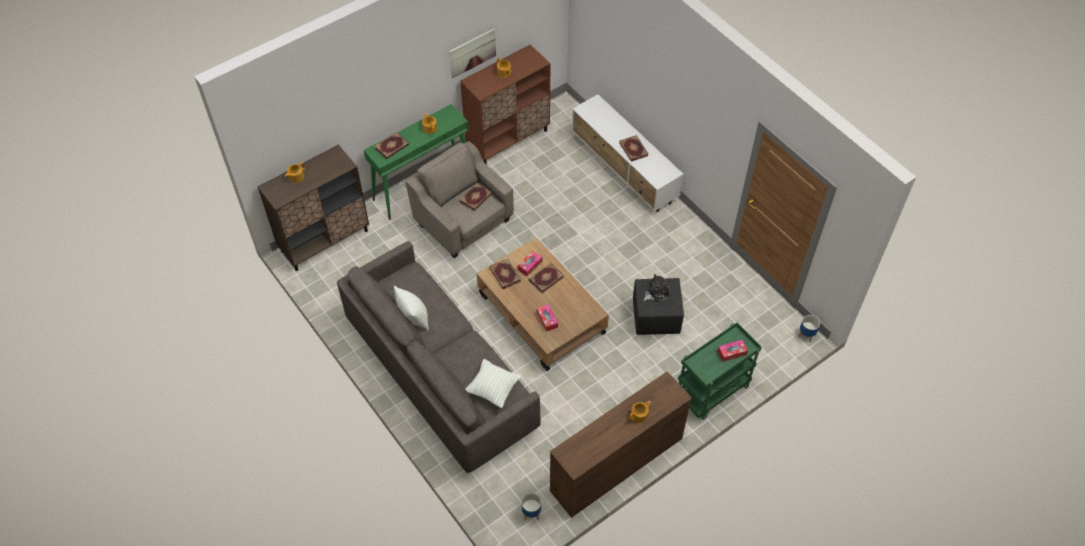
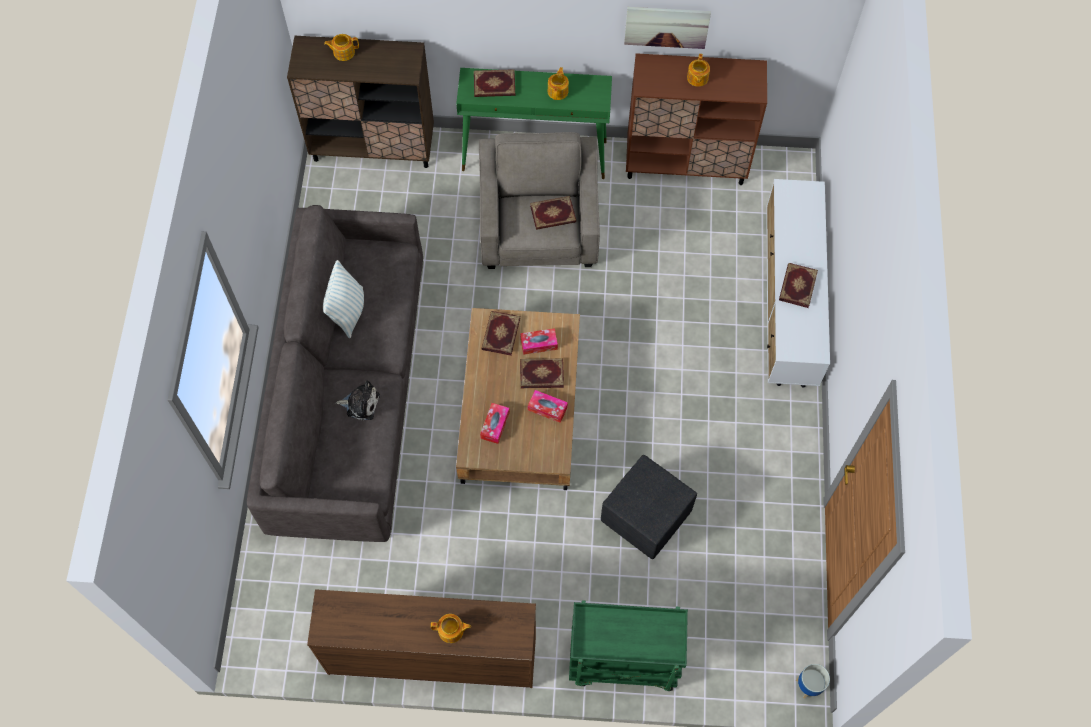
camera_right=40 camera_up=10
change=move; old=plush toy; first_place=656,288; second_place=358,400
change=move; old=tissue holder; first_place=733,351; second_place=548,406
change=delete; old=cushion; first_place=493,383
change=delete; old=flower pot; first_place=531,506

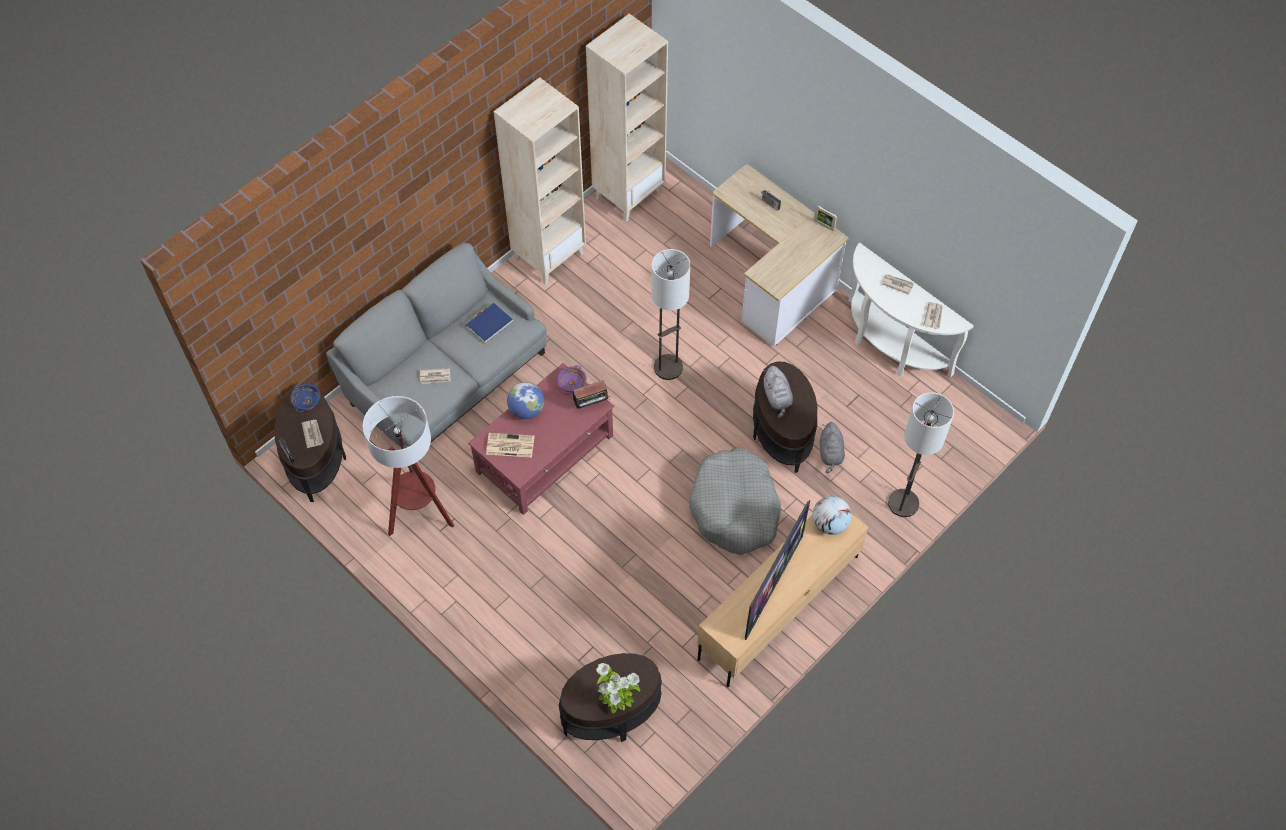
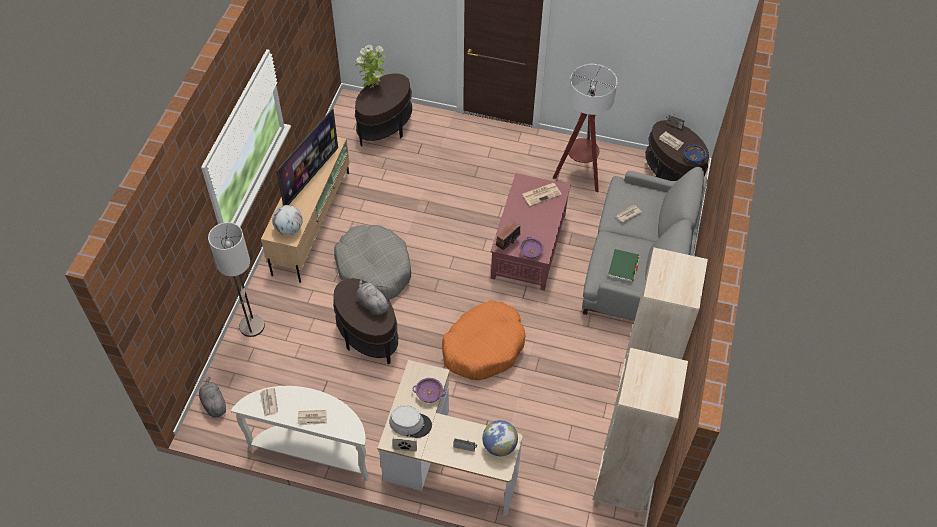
camera_right=150 camera_up=-5
change=move; old=gray plush toy; first_place=832,447; second_place=212,397
change=rotate; old=TV; first_place=777,570; second_place=307,156; degrees=-150
change=insert; new=gray wearable hat; second_place=410,421
change=insert; new=purple-coloured bowl; second_place=429,390
change=replace; old=floor lamp; new=orange-coloured dog bed; first_place=671,314; second_place=484,340
change=move; old=globe; first_place=525,400; second_place=500,438
change=recolor; old=bluish book; new=green-coloured book; first_place=489,322; second_place=623,265

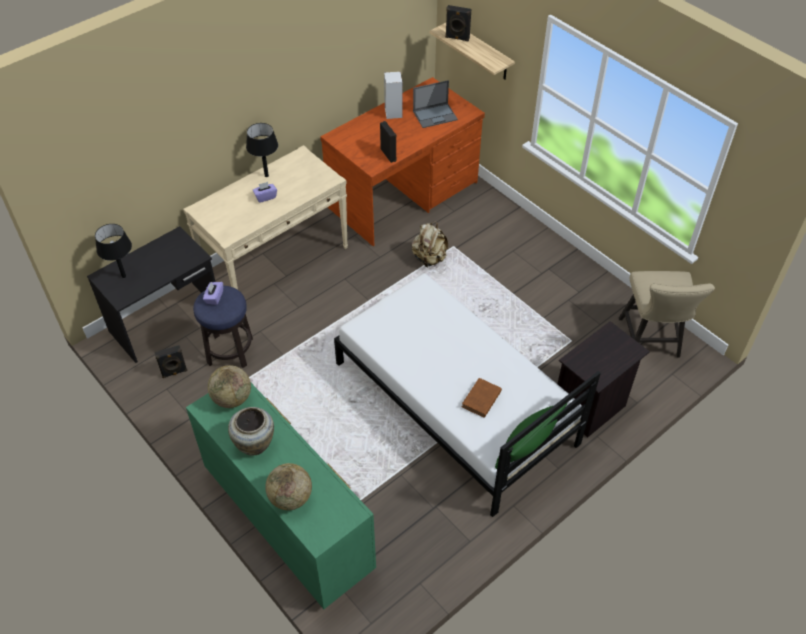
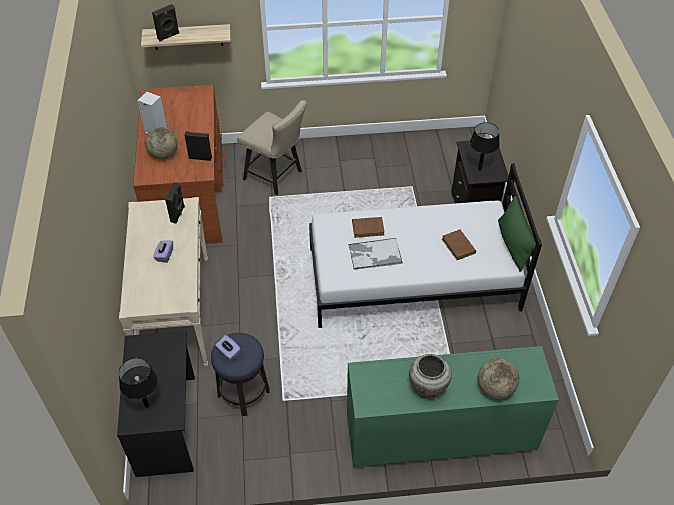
camera_right=-55 camera_up=0
change=move; old=globe; first_place=229,386; second_place=161,143
change=move; old=blackish loudspeaker; first_place=171,361; second_place=175,203
change=move; old=sand-coloured upright chair; first_place=667,314; second_place=272,147
change=insert; new=serving tray; second_place=375,254
change=insert; new=brown book; second_place=368,227
change=move; old=blackish lamp for a table; first_place=262,150; second_place=485,146
change=delete; old=sand-coloured backpack; first_place=429,244
change=delete; old=portable computer; first_place=435,104

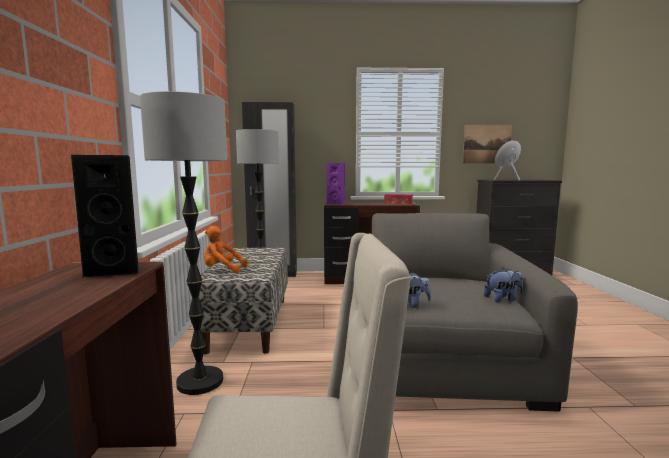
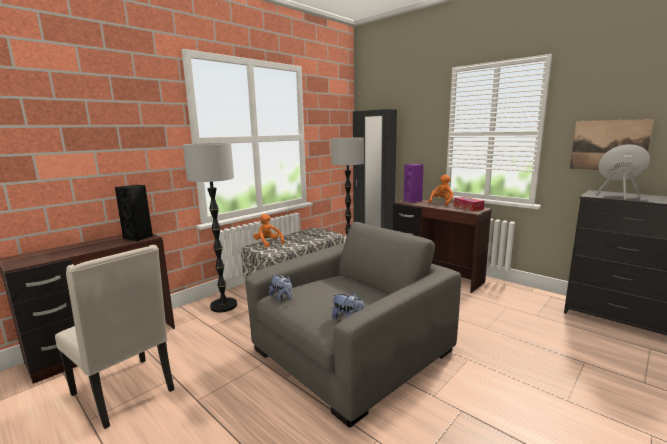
camera_right=45 camera_up=5
change=insert; new=orange-coloured plush toy; second_place=441,190

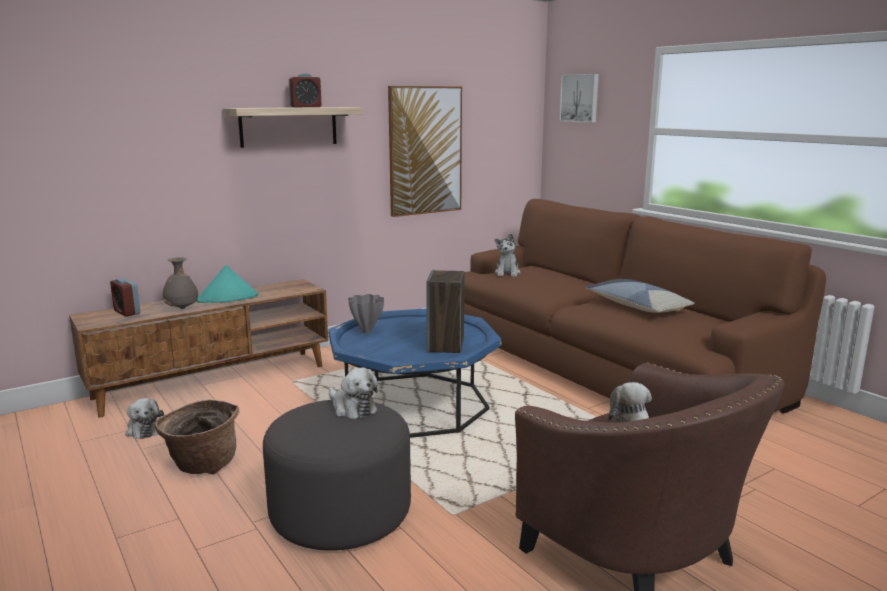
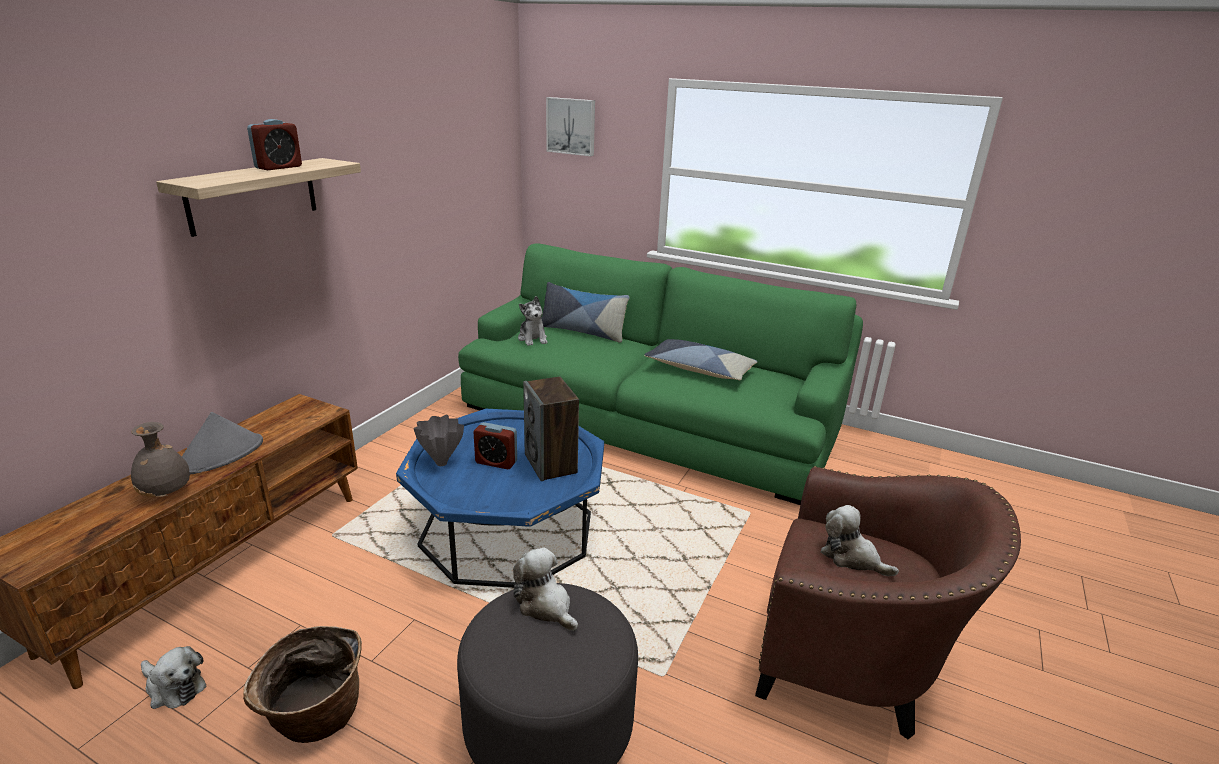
camera_right=-30 camera_up=10
change=recolor; old=turquoise wearable hat; new=gray wearable hat; first_place=227,284; second_place=222,443
change=recolor; old=brown couch; new=green-coloured couch; first_place=645,306; second_place=660,374
change=move; old=alarm clock; first_place=125,297; second_place=495,445
change=rotate; old=plush toy; first_place=353,393; second_place=545,589; degrees=-150
change=insert; new=cushion; second_place=585,312
change=delete; old=wall art; first_place=425,151

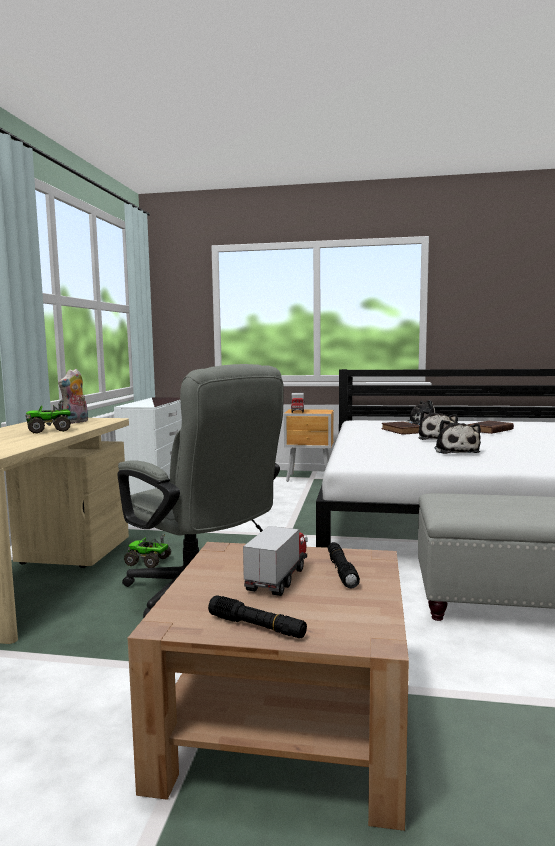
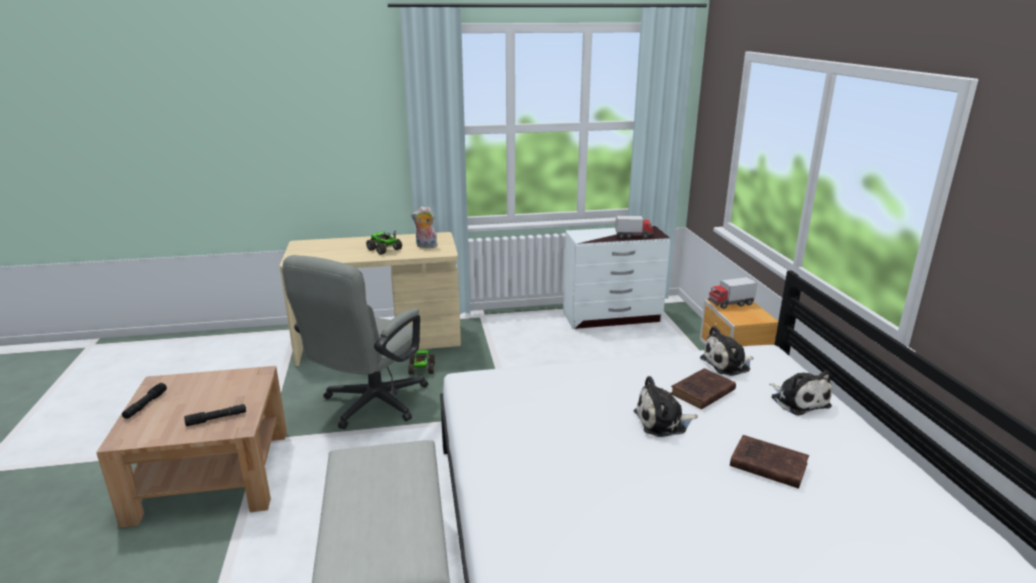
camera_right=70 camera_up=15
change=move; old=model truck; first_place=275,561; second_place=634,227
change=move; old=plush toy; first_place=458,437; second_place=727,351

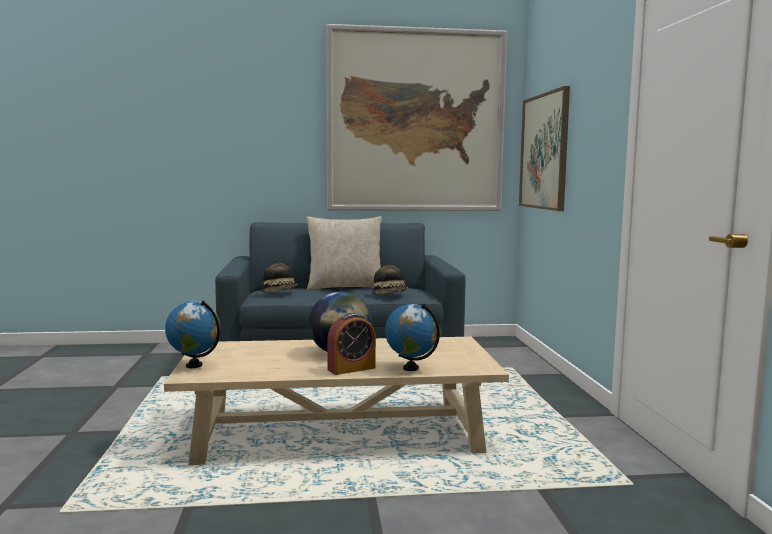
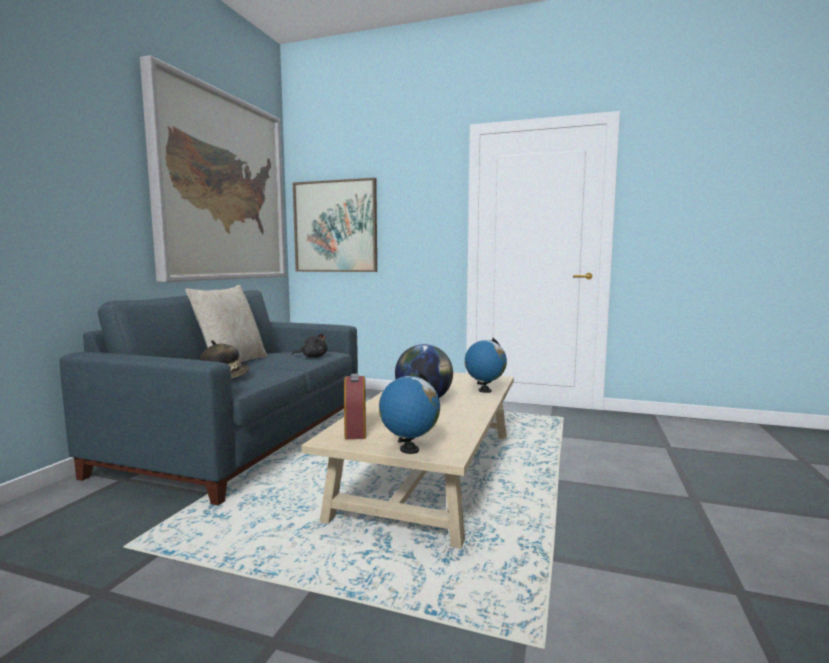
camera_right=-65 camera_up=0
change=replace; old=wearable hat; new=blackish plush toy; first_place=390,277; second_place=310,346
change=move; old=alarm clock; first_place=351,344; second_place=355,406

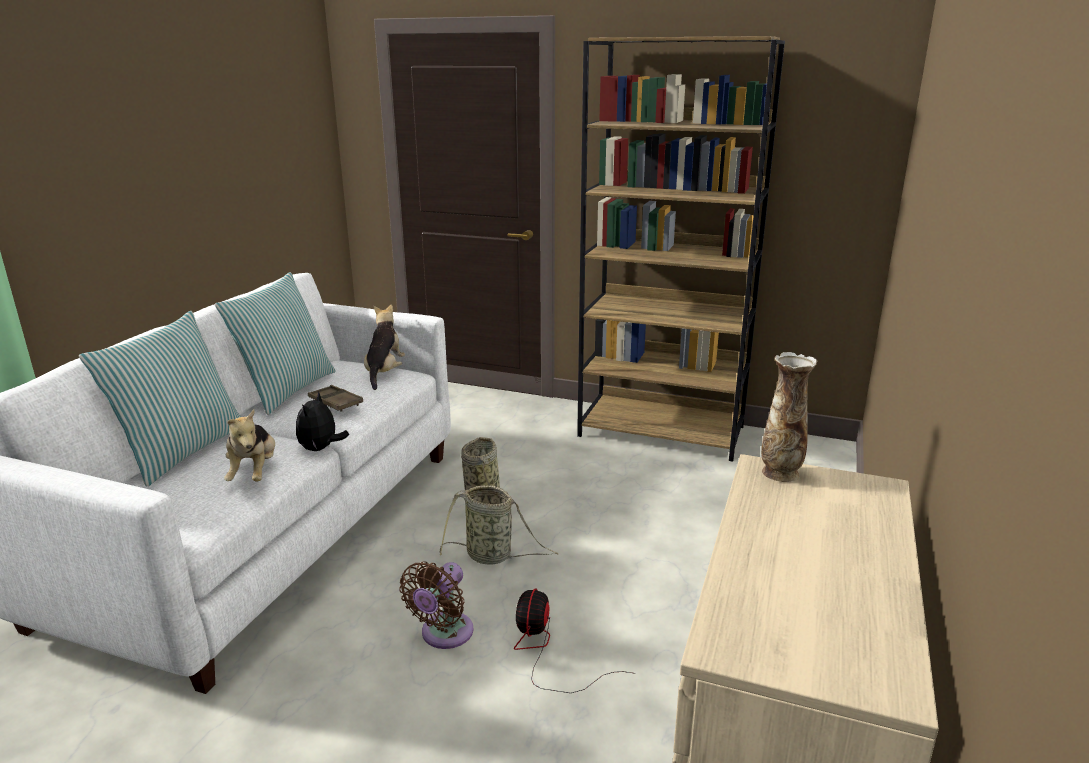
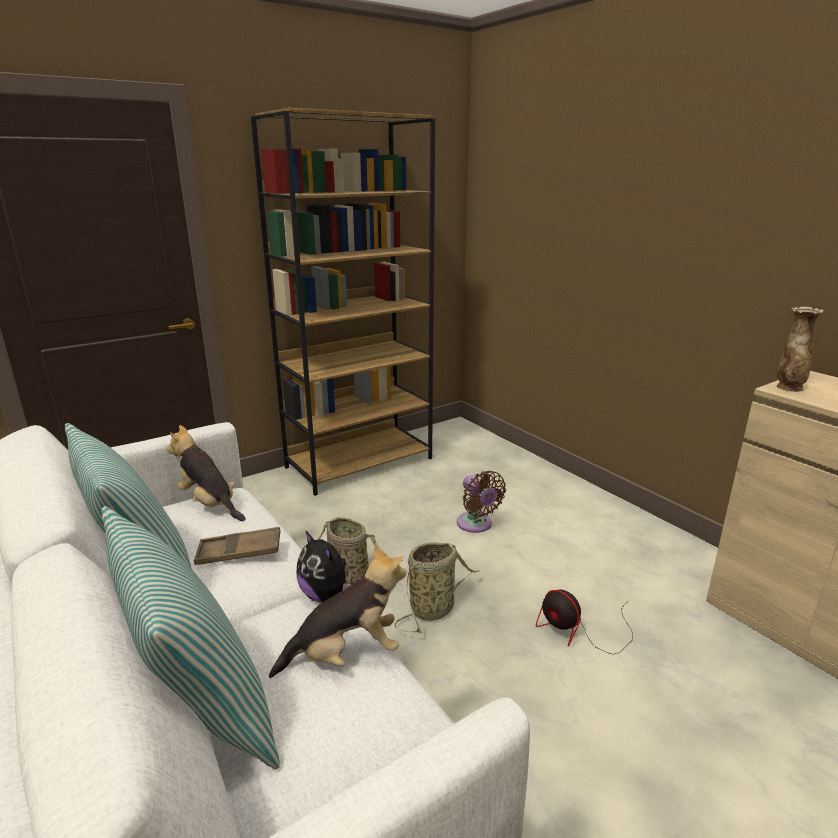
camera_right=-55 camera_up=0
change=rotate; old=plush toy; first_place=249,446; second_place=337,610; degrees=-45
change=move; old=brown cooling fan; first_place=436,605; second_place=481,502

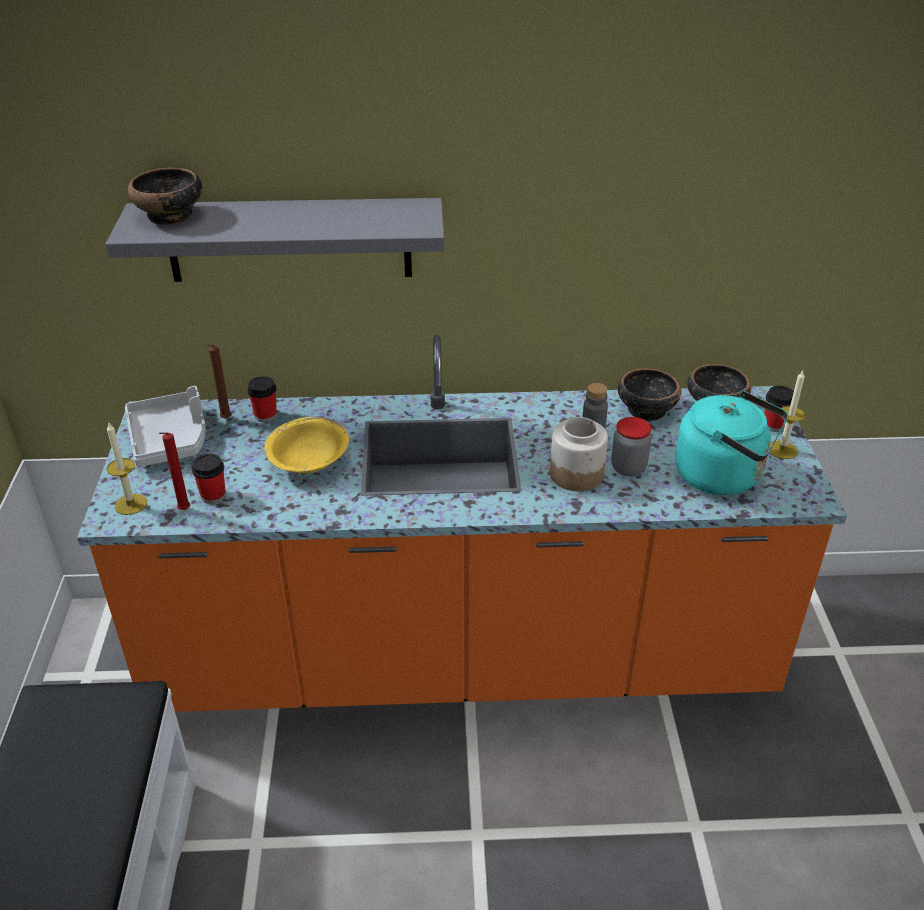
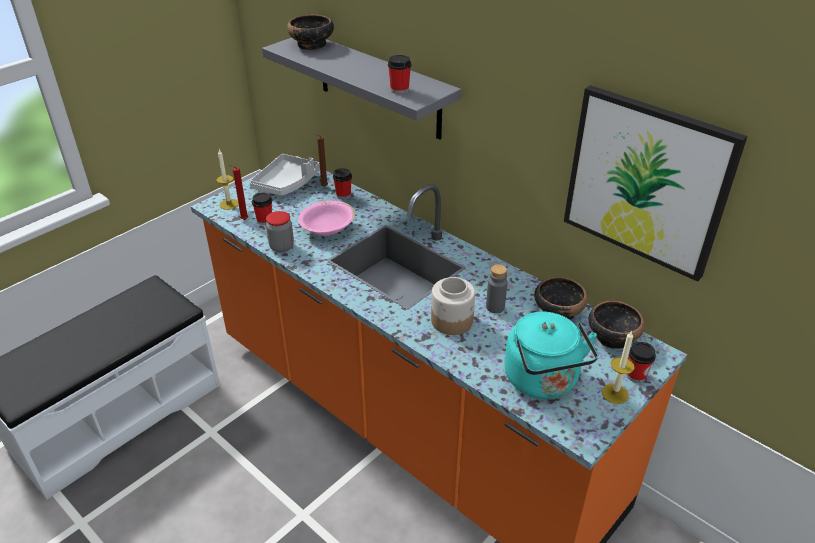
camera_right=45 camera_up=0
change=move; old=preserve jar; first_place=631,446; second_place=280,232
change=recolor; old=yellow bowl; new=pink bowl; first_place=306,445; second_place=326,218
change=insert; new=cup; second_place=399,74
change=insert; new=wall art; second_place=655,183

